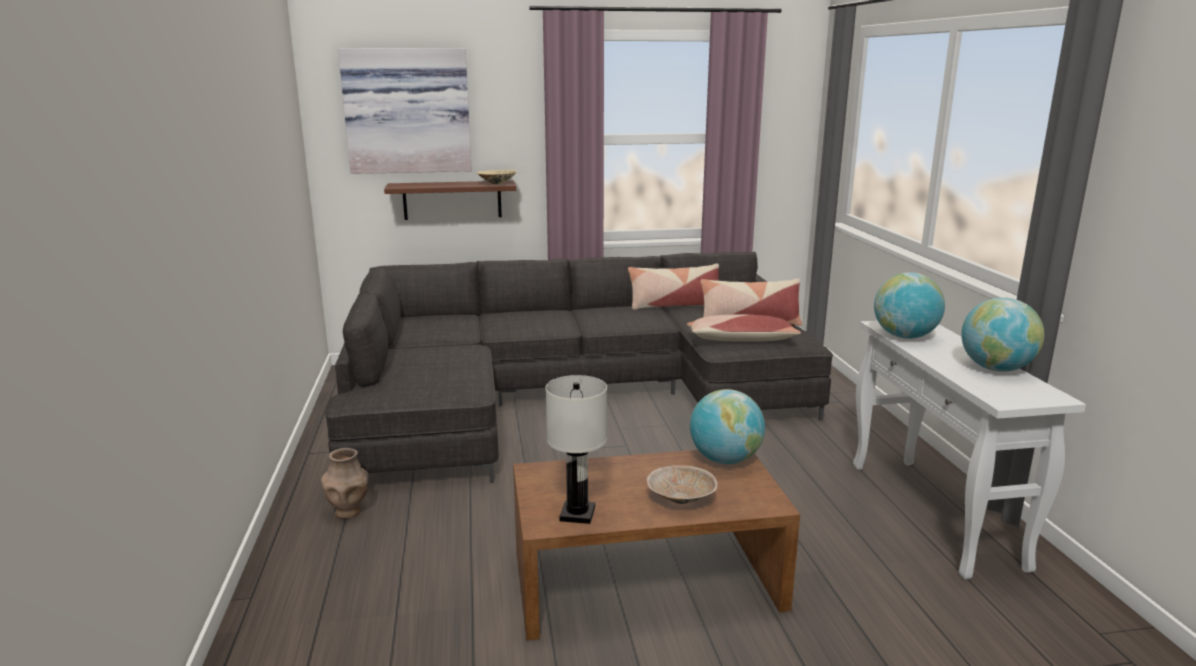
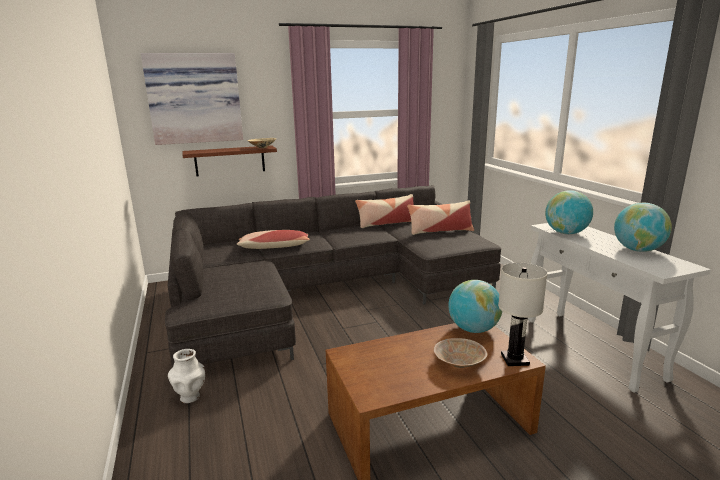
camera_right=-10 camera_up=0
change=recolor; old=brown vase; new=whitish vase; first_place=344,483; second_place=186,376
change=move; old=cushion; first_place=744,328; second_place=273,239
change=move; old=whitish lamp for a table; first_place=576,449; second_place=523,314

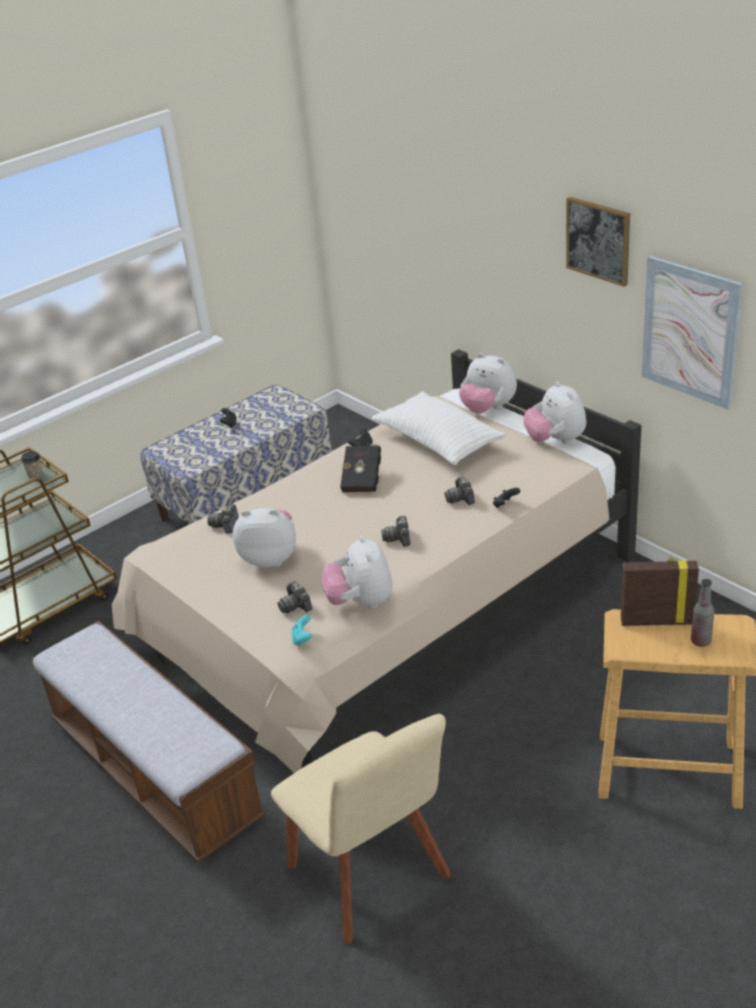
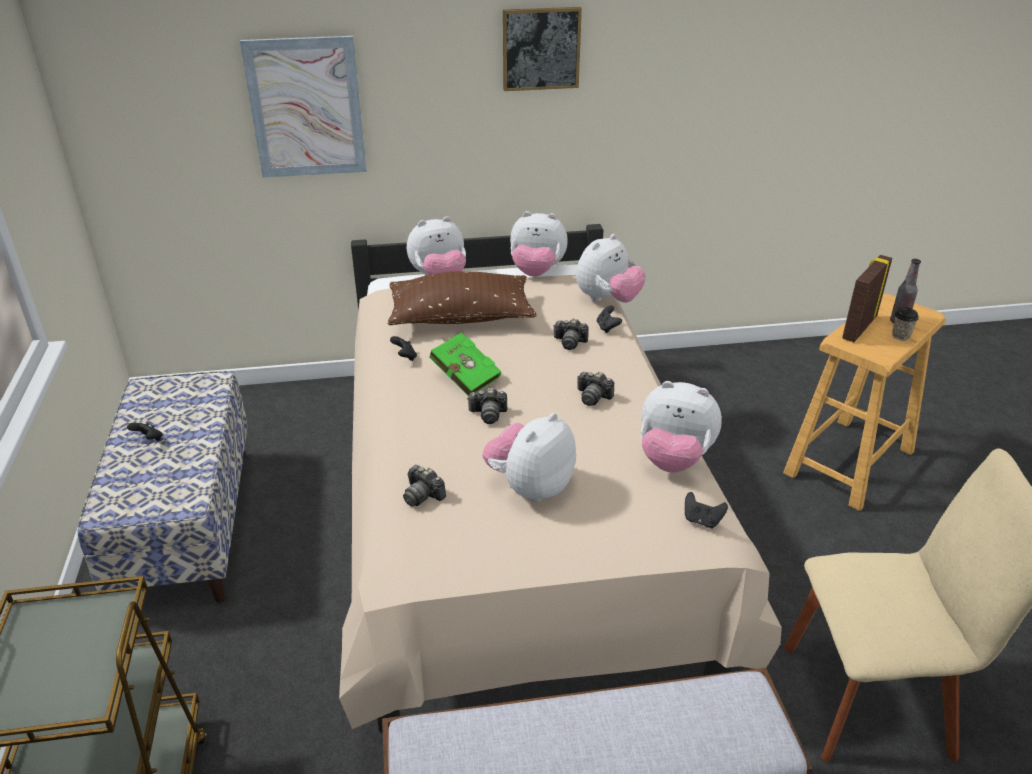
camera_right=-60 camera_up=0
change=move; old=wall art; first_place=692,332; second_place=303,107
change=recolor; old=whitish cushion; new=brown cushion; first_place=439,428; second_place=462,298
change=recolor; old=blackish book; new=green-coloured book; first_place=360,467; second_place=465,365
change=move; old=still camera; first_place=294,597; second_place=487,406
change=insert; new=plush toy; second_place=611,268
change=recolor; old=turquoise joypad; new=blackish joypad; first_place=302,630; second_place=706,510
change=move; old=cup; first_place=31,465; second_place=905,324

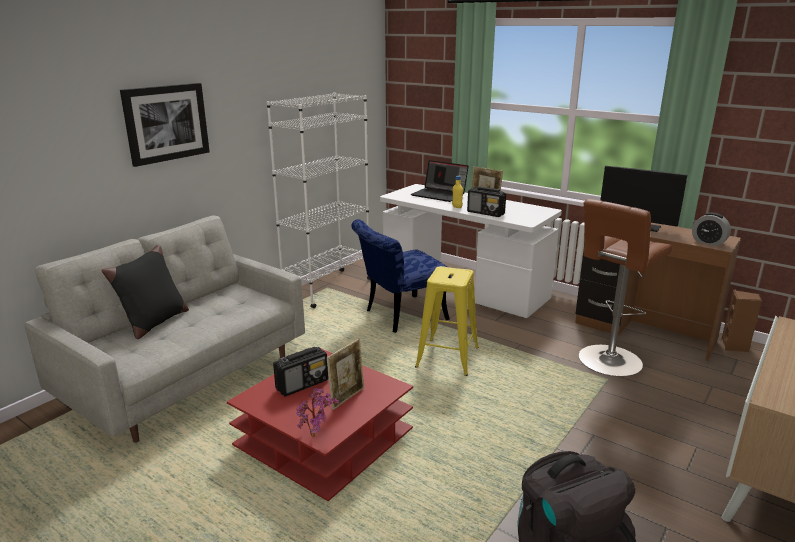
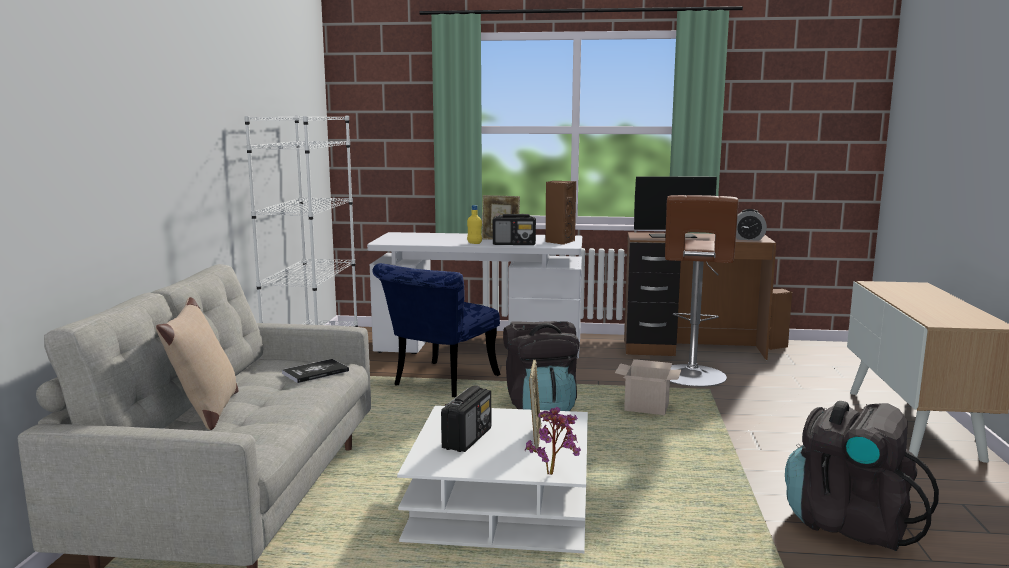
camera_right=-30 camera_up=-10
change=recolor; old=blackish cushion; new=sand-coloured cushion; first_place=145,292; second_place=197,363
change=insert; new=book; second_place=315,371
change=recolor; old=red low table; new=whitish low table; first_place=320,425; second_place=492,479
change=replace; old=yellow stool; new=blackish backpack; first_place=447,321; second_place=541,366
change=insert; new=brown loudspeaker; second_place=560,213
change=insert; new=cardboard box; second_place=648,387
change=delete; old=wall art; first_place=165,125
change=delete; old=portable computer; first_place=440,181

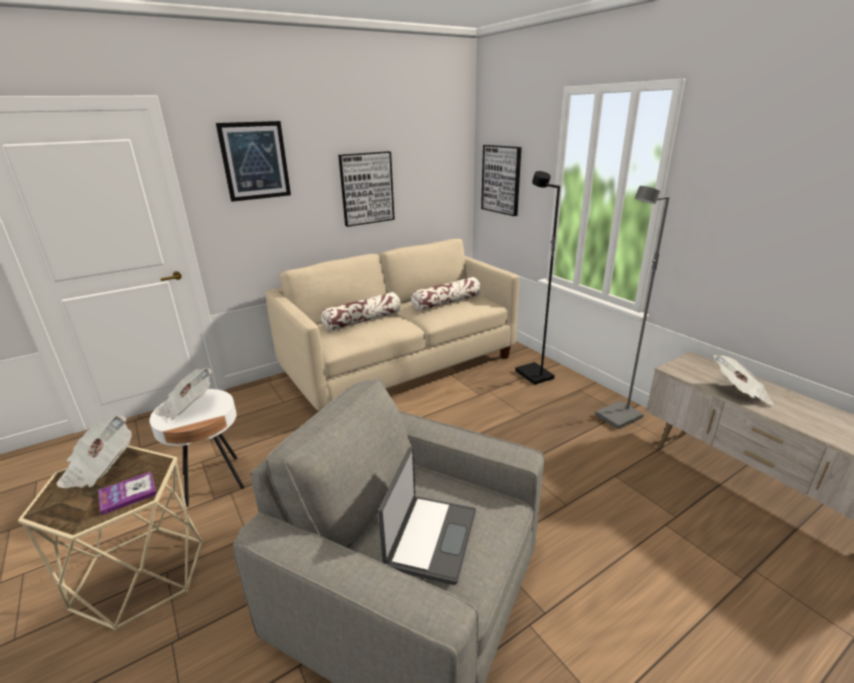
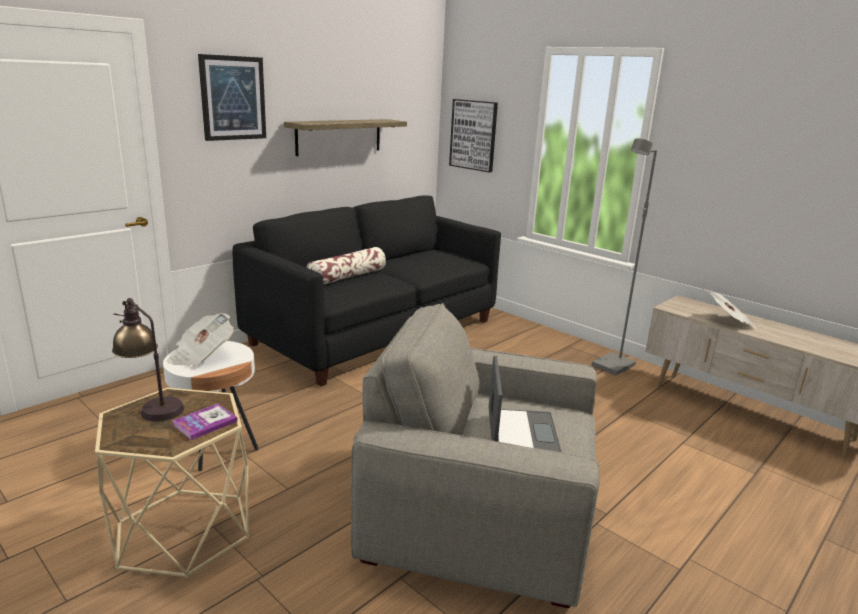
camera_right=-15 camera_up=-5
change=replace; old=printed paper; new=lamp for a table; first_place=94,451; second_place=148,359
change=recolor; old=sand-coloured couch; new=blackish couch; first_place=393,325; second_place=366,291
change=replace; old=wall art; new=wall shelf; first_place=366,189; second_place=345,137
change=delete; old=cushion; first_place=446,294
change=delete; old=blackish floor lamp; first_place=537,278

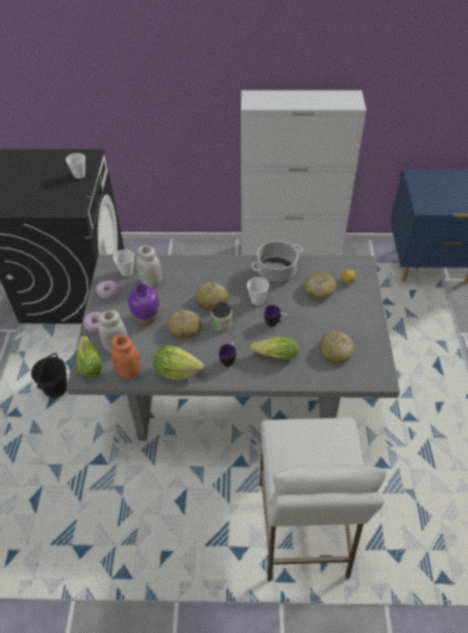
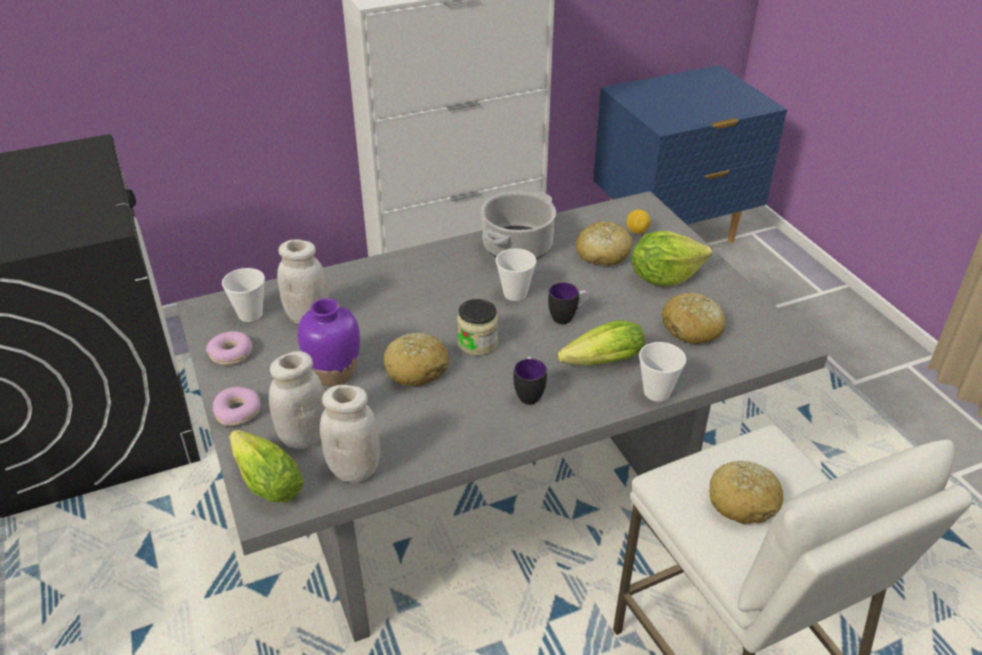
camera_right=-25 camera_up=-10
change=recolor; old=orange-coloured preserve jar; new=whitish preserve jar; first_place=125,357; second_place=350,433
change=move; old=lettuce; first_place=178,362; second_place=671,258
change=move; old=cup; first_place=75,166; second_place=662,372
change=move; old=bread; first_place=212,296; second_place=746,492
change=delete; old=blackish bucket; first_place=49,375

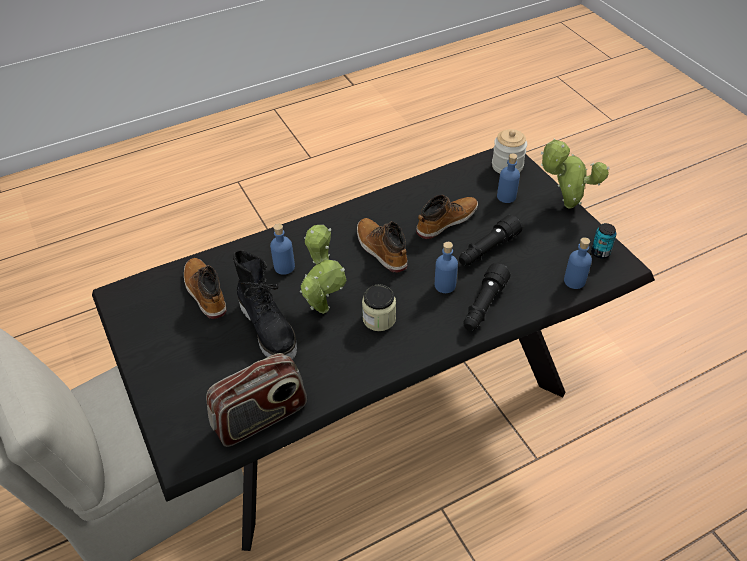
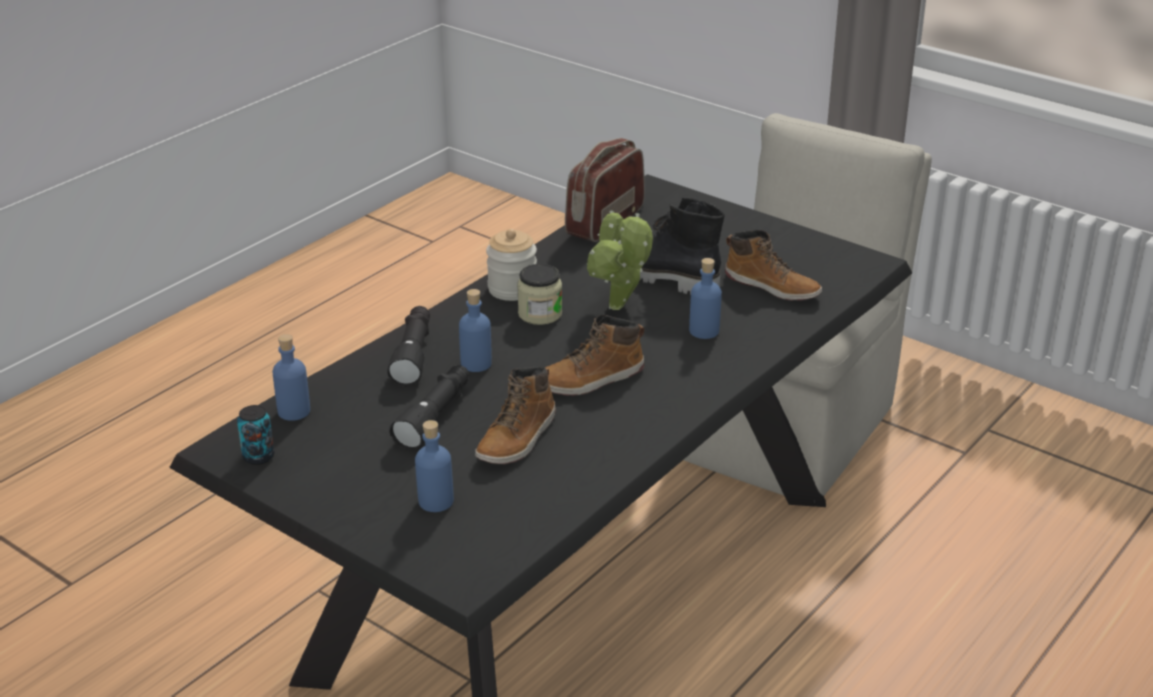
camera_right=155 camera_up=-15
change=move; old=preserve jar; first_place=509,151; second_place=511,265
change=rotate; old=tall boot; first_place=382,245; second_place=594,355; degrees=120
change=delete; old=houseplant; first_place=575,174

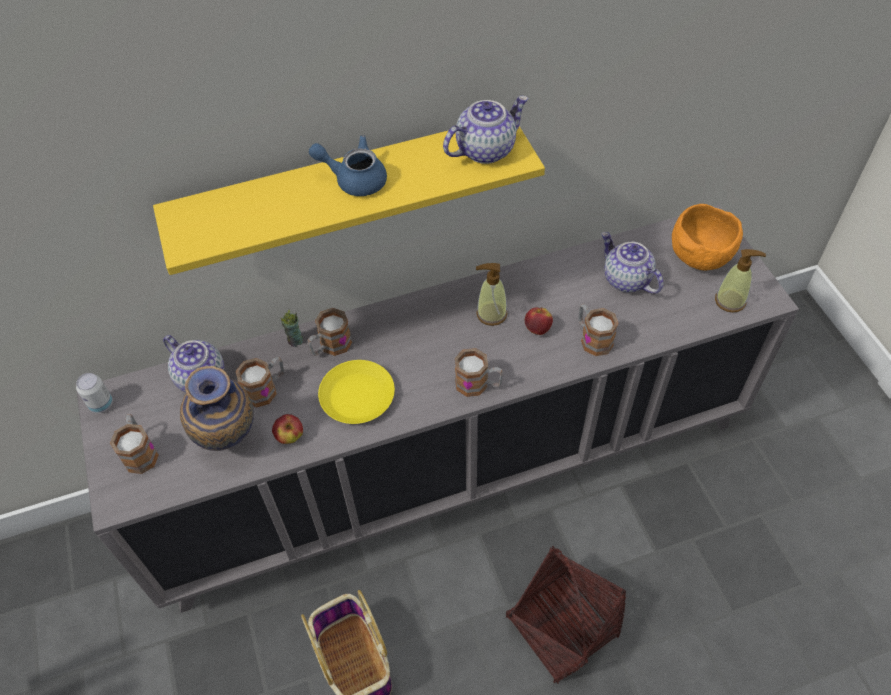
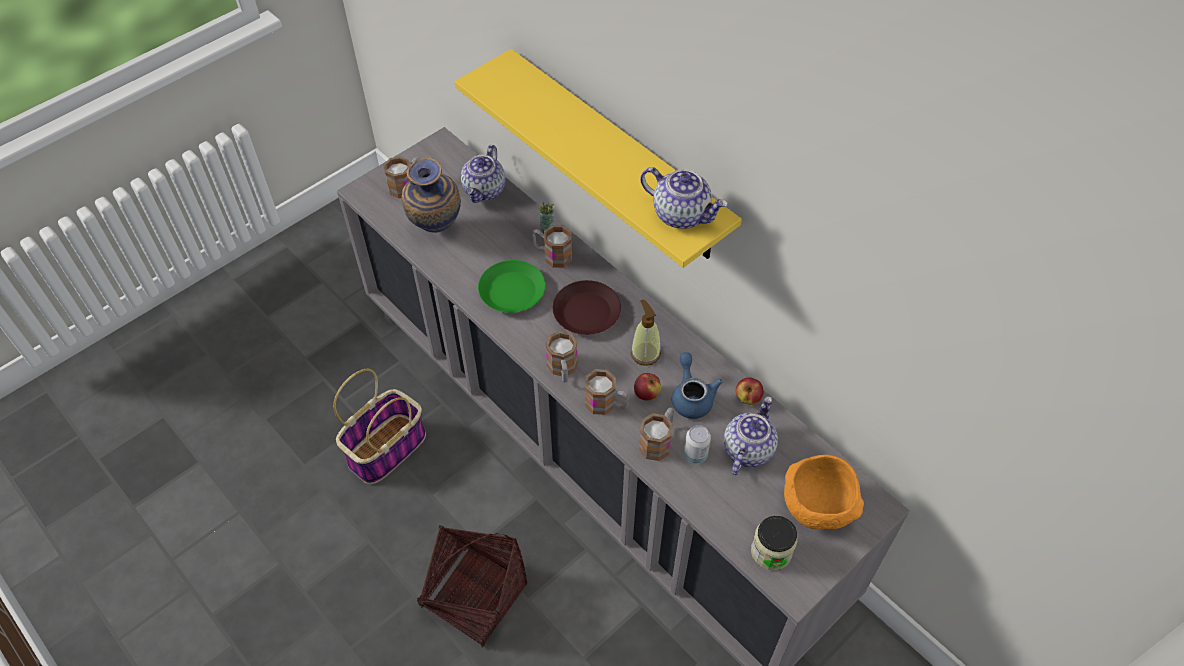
camera_right=65 camera_up=0
change=recolor; old=yellow plate; new=green-coloured plate; first_place=356,392; second_place=511,286
change=insert; new=brown plate; second_place=587,307
change=move; old=mug; first_place=260,382; second_place=607,392
change=move; old=bluish pot for tea; first_place=348,165; second_place=697,385
change=move; old=sealed can; first_place=94,393; second_place=697,444
change=move; old=apple; first_place=287,429; second_place=750,391
change=replace; old=soap bottle; new=preserve jar; first_place=740,281; second_place=774,543

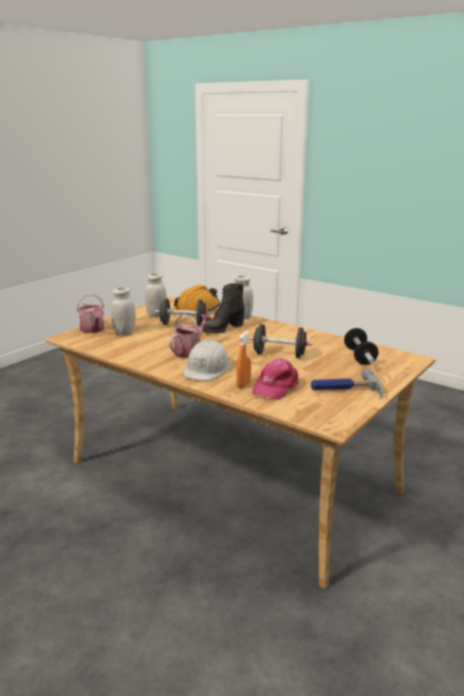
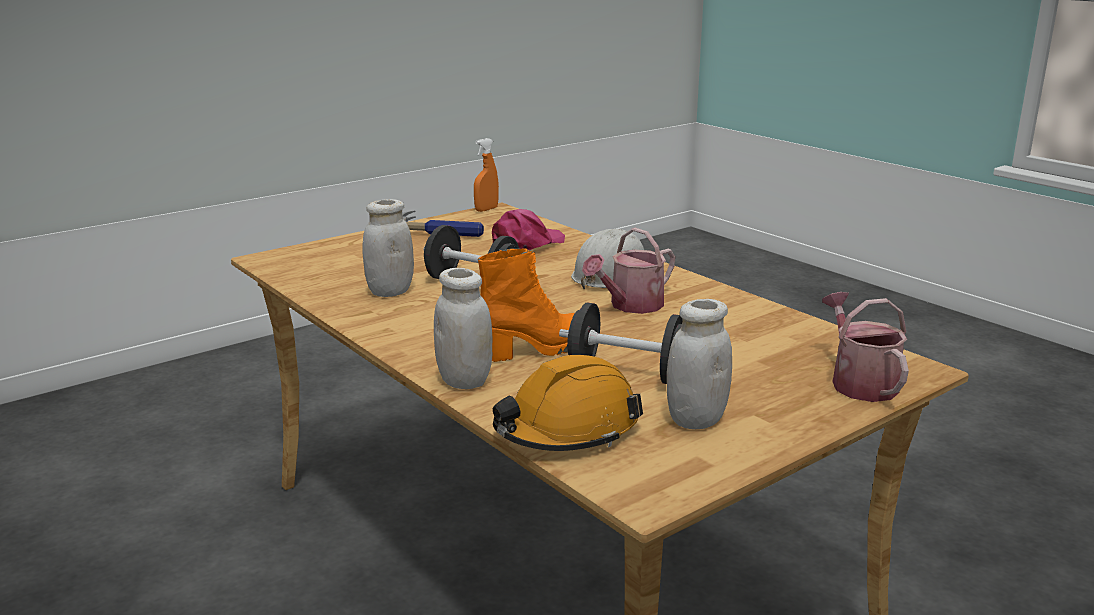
camera_right=-165 camera_up=0
change=move; old=whitish preserve jar; first_place=123,311; second_place=388,248
change=move; old=orange-coloured hand sprayer; first_place=244,360; second_place=486,175
change=recolor; old=blackish tall boot; new=orange-coloured tall boot; first_place=224,308; second_place=526,305
change=delete; old=dumbbell; first_place=361,346

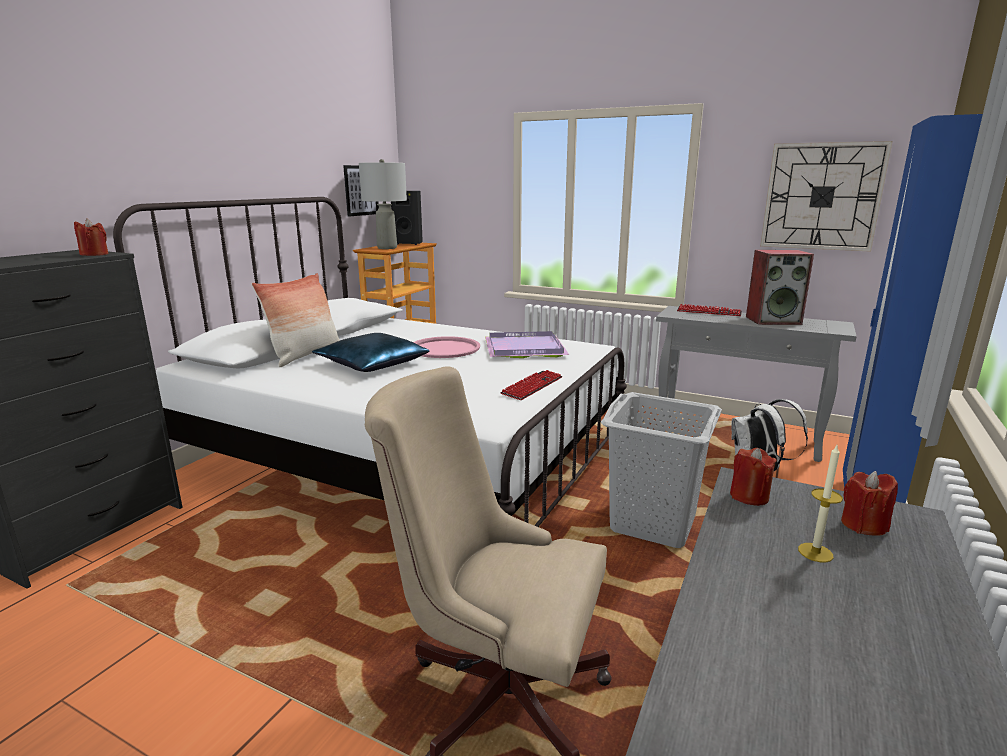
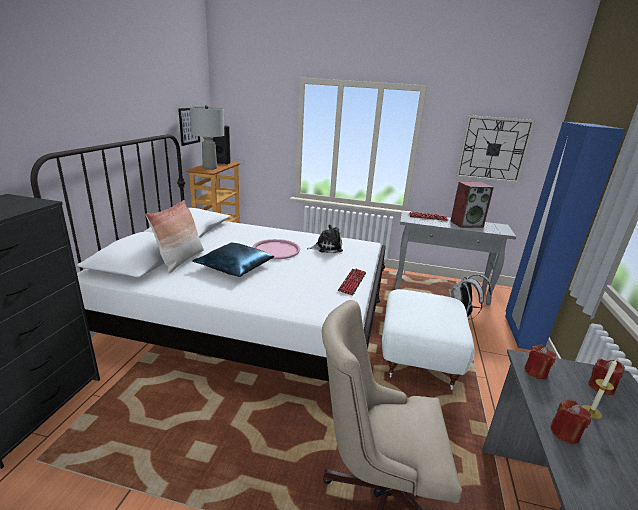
camera_right=-15 camera_up=5
change=replace; old=purple-coloured serving tray; new=plush toy; first_place=527,344; second_place=325,238
change=replace; old=gray laundry basket; new=whitish ottoman; first_place=661,470; second_place=428,339
change=move; old=red wax candle; first_place=91,237; second_place=571,422

